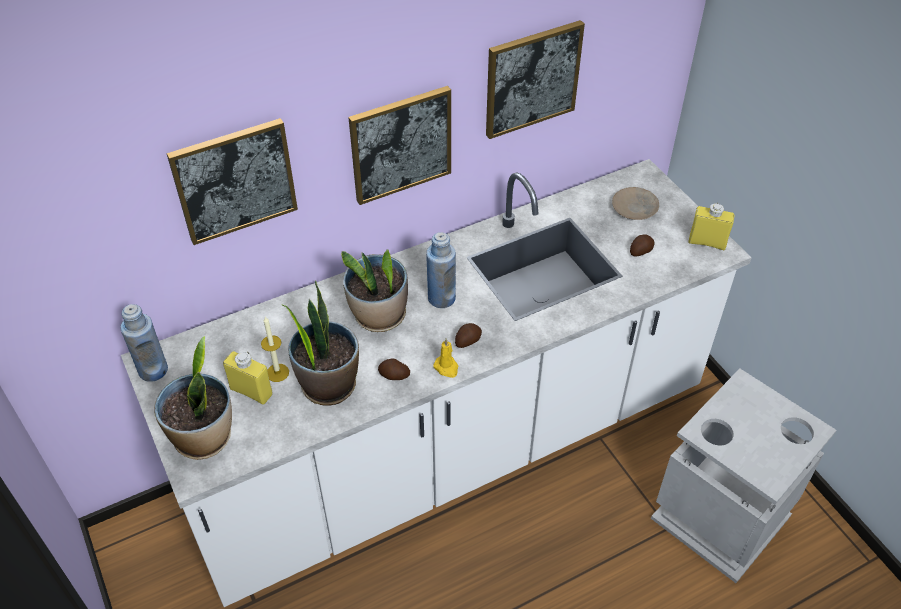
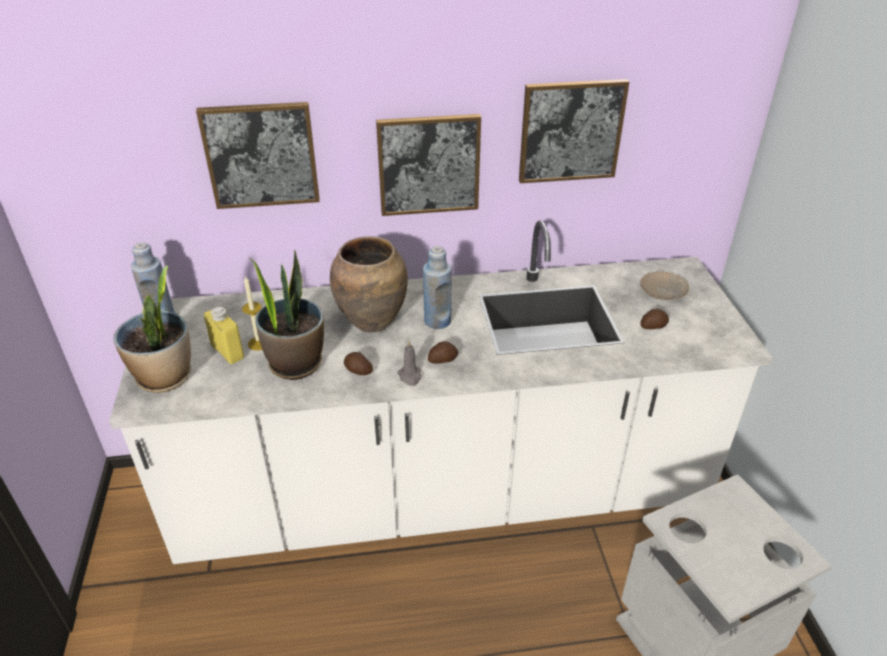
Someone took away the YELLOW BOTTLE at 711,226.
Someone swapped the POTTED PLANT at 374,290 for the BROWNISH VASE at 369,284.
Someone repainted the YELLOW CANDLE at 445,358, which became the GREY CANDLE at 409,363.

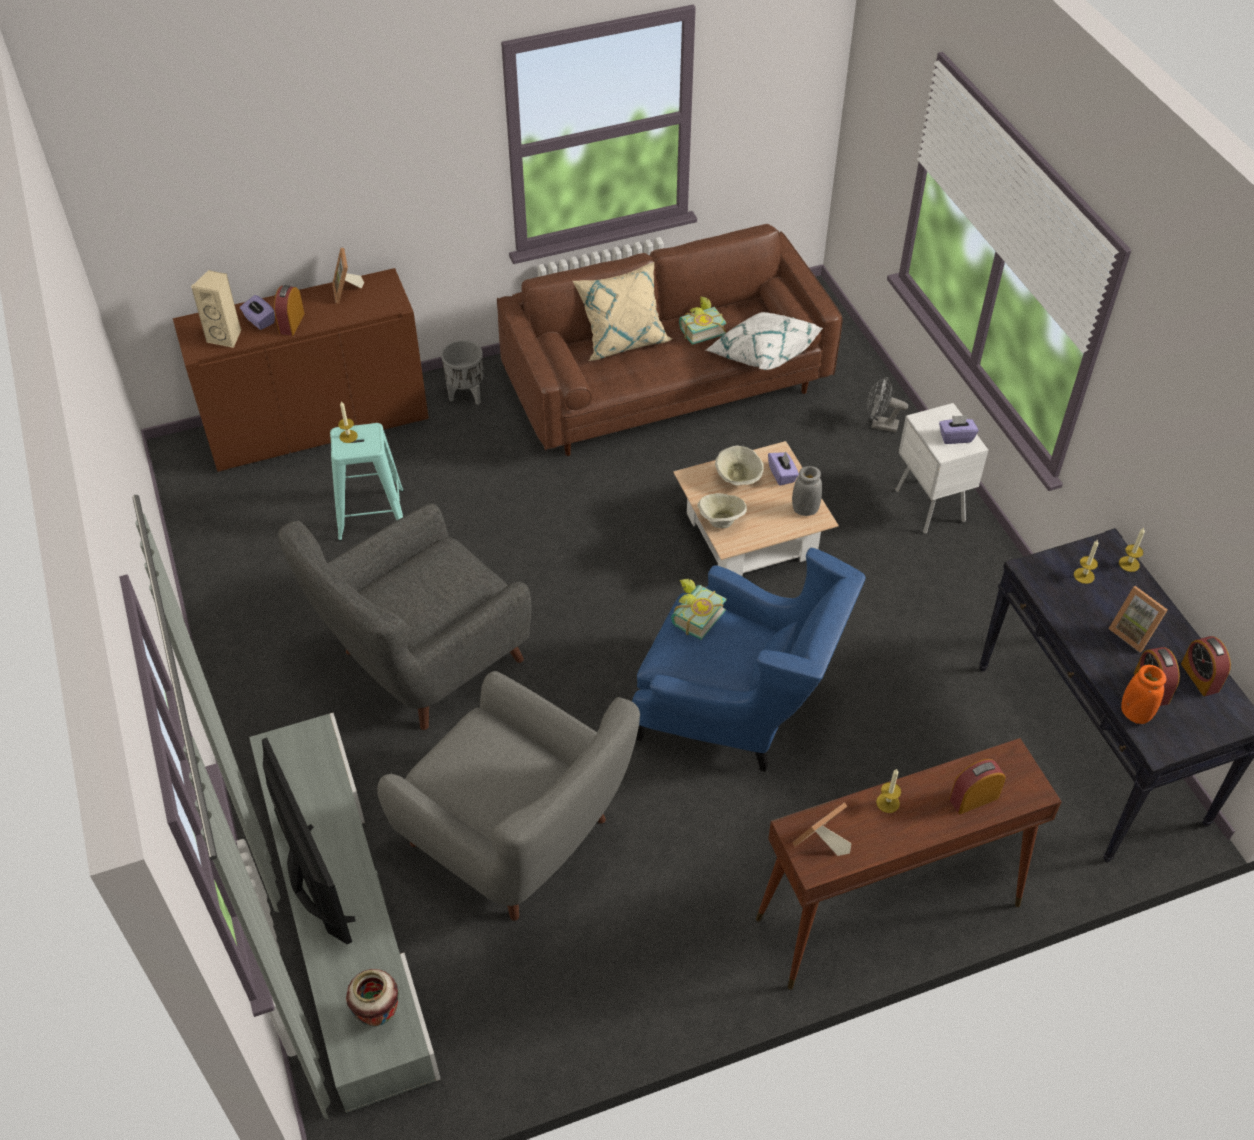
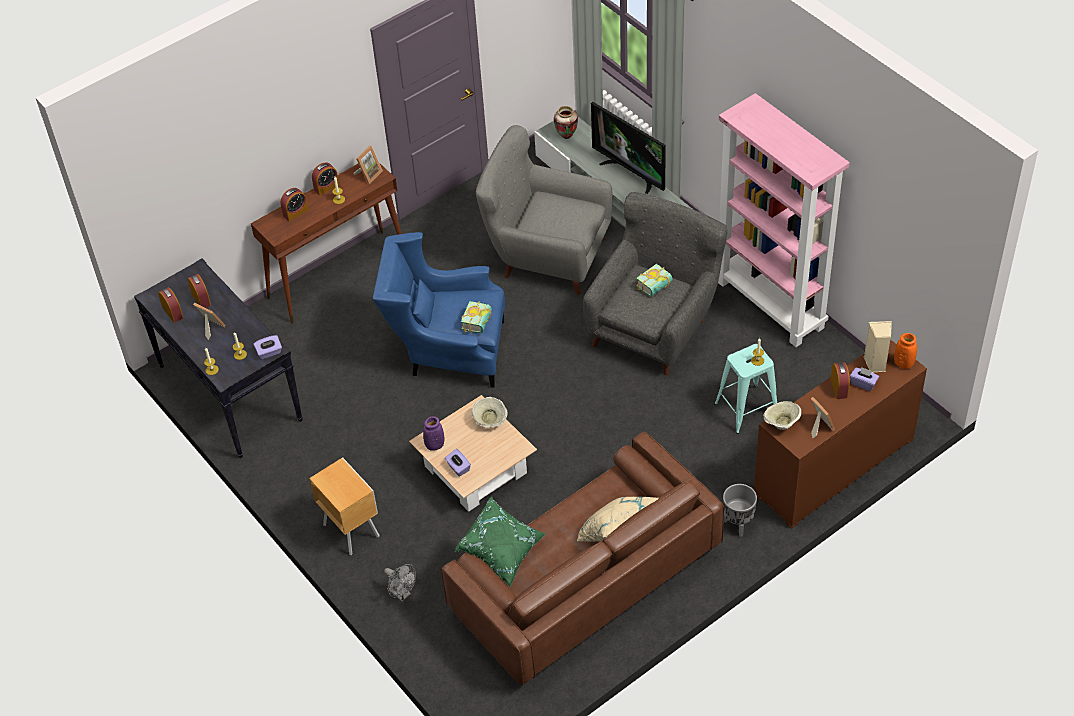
Someone put down the ALARM CLOCK at 325,178.
Someone put down the PINKISH SHELVING UNIT at 784,220.
Someone carried the VOLUME from 702,321 to 654,280.
Someone carried the SAND-COLOURED SERVING BOWL from 739,466 to 782,415.
Someone carried the PURPLISH TISSUE HOLDER from 958,429 to 268,347.
Someone carried the ORANGEY VASE from 1143,694 to 905,351.
Someone repainted the WHITE-COLOURED THROW PILLOW at 764,341, which became the GREENISH THROW PILLOW at 500,541.
Someone repainted the GREY VASE at 807,491, which became the PURPLISH VASE at 433,434.
Someone repainted the WHITE-COLOURED NIGHTSTAND at 942,468, which became the BROWNISH NIGHTSTAND at 344,506.
Someone rotated the GREY ELECTRIC FAN at 887,404 by 45 degrees clockwise.

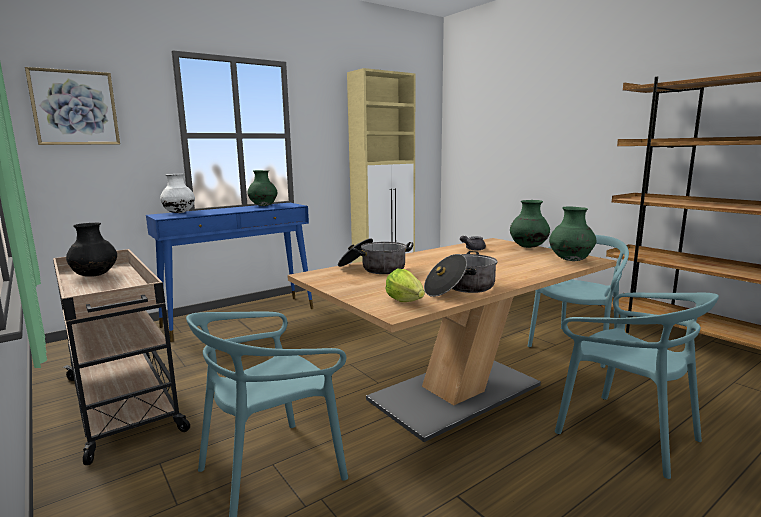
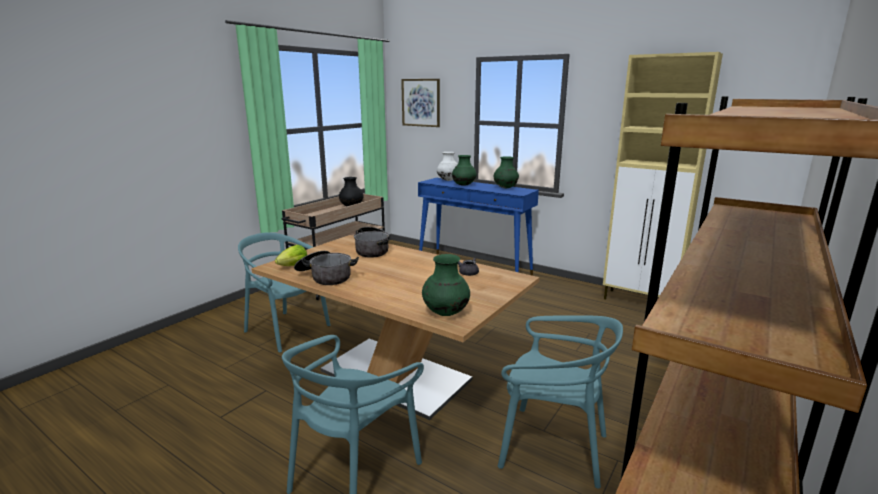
Someone carried the GREENISH VASE from 530,224 to 464,170.

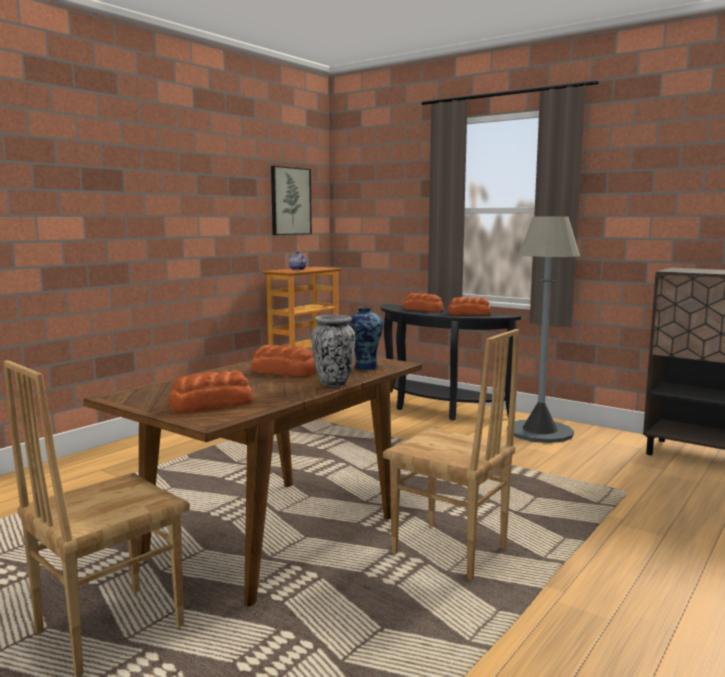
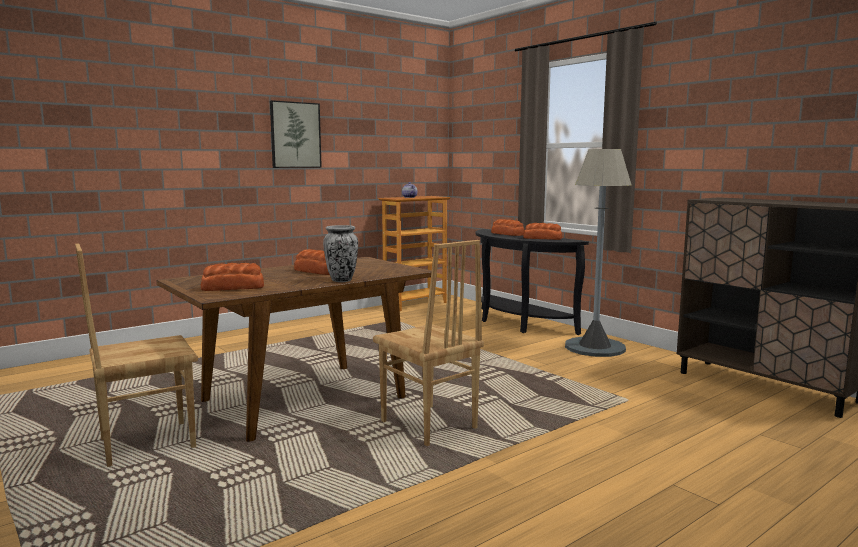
Someone took away the VASE at 366,338.
Someone carried the WALL ART from 291,200 to 296,134.

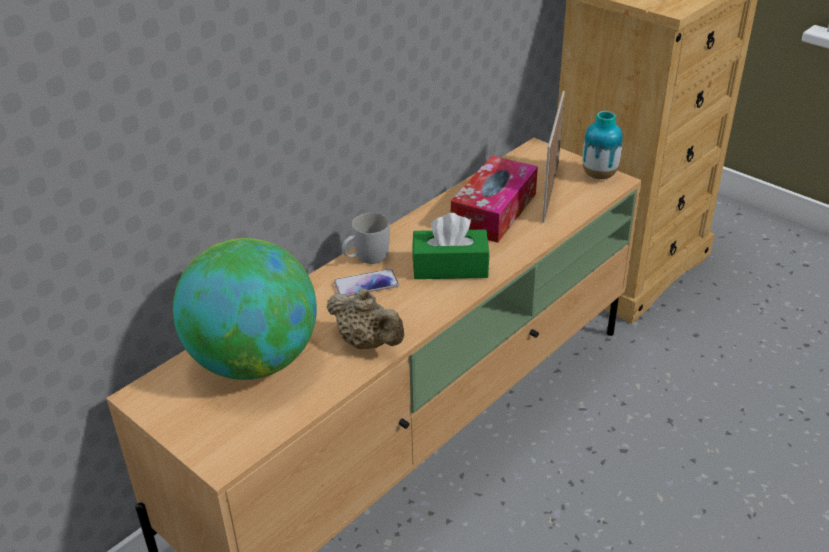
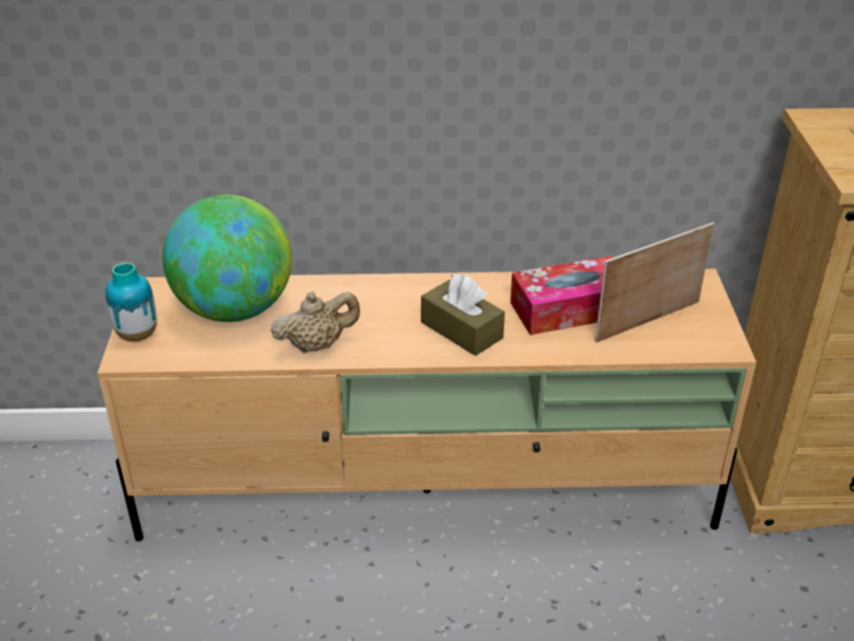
Someone took away the PHONE at 366,282.
Someone took away the WHITE-COLOURED COFFEE MUG at 366,238.
Someone carried the VASE from 603,145 to 131,301.
Someone repainted the GREENISH TISSUE HOLDER at 451,246, which became the BROWNISH TISSUE HOLDER at 463,315.
Someone rotated the SAND-COLOURED TEA POT at 365,318 by 105 degrees counterclockwise.

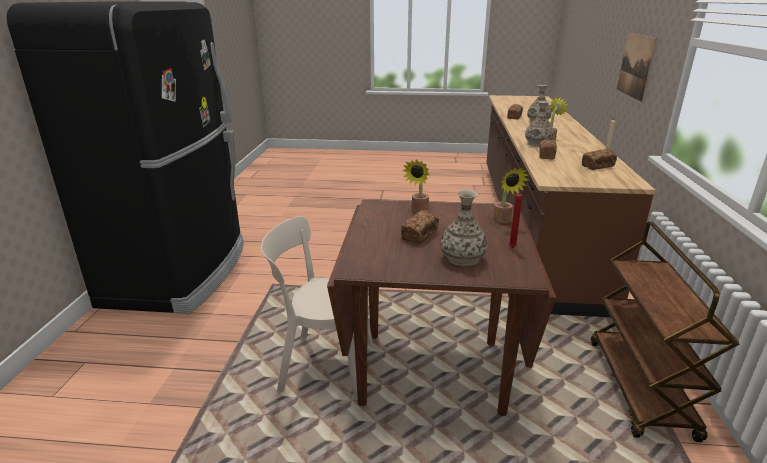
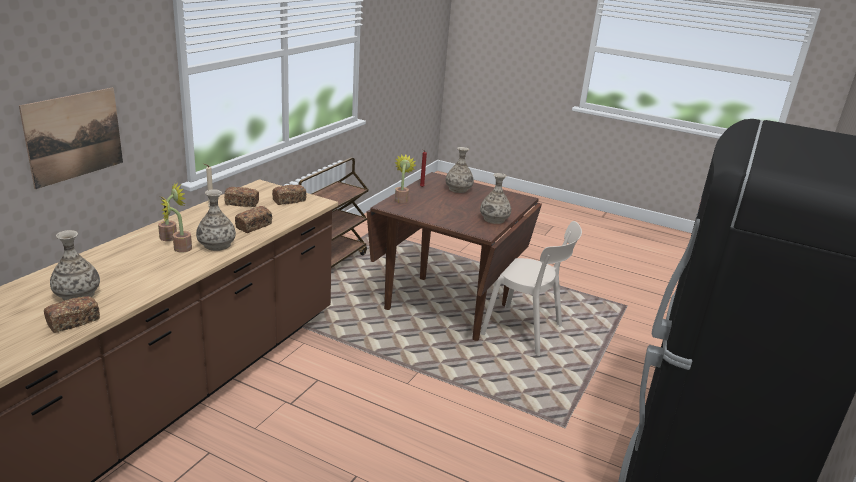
Someone put down the VASE at 495,198.
Someone carried the BAKERY BREAD from 420,227 to 289,195.
Someone carried the POTTED PLANT from 416,186 to 172,211.

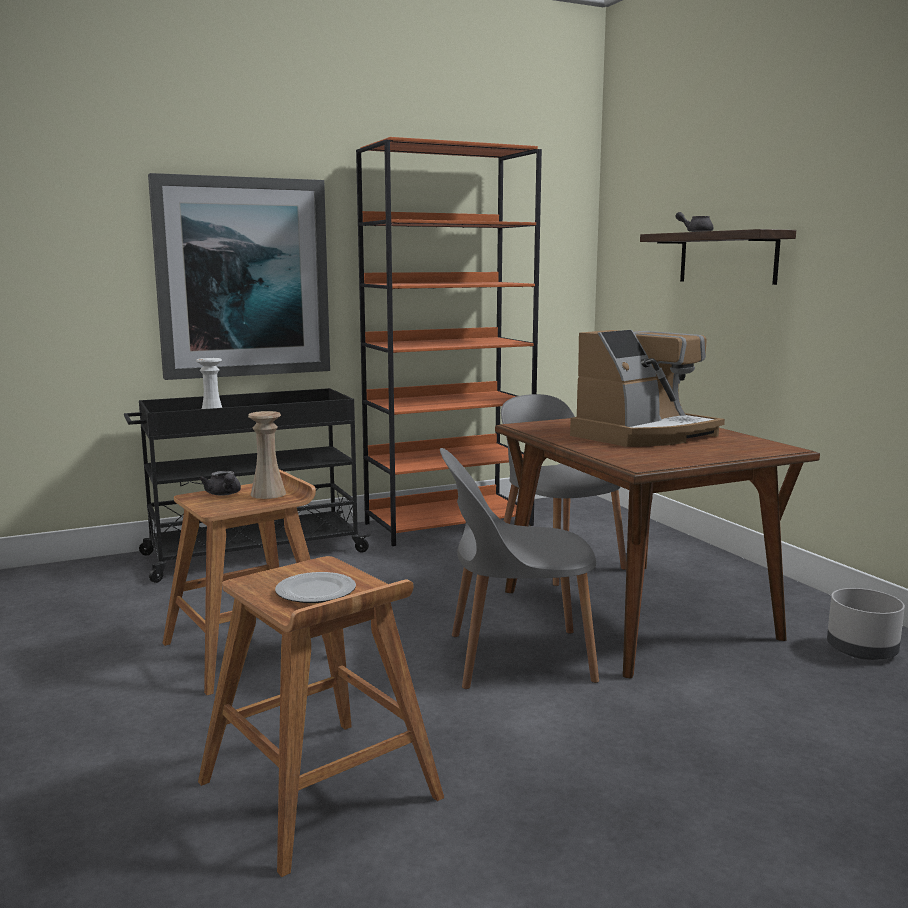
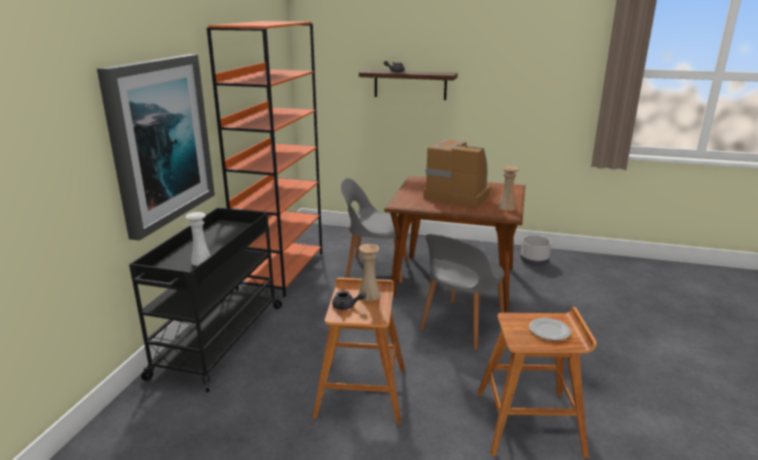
Someone put down the SAND-COLOURED VASE at 508,188.
Someone rotated the COFFEE MAKER at 647,388 by 60 degrees counterclockwise.

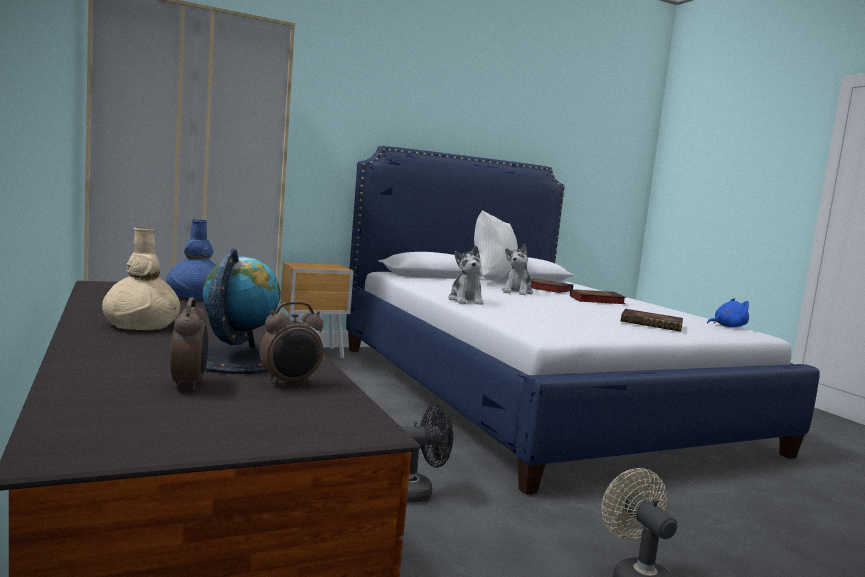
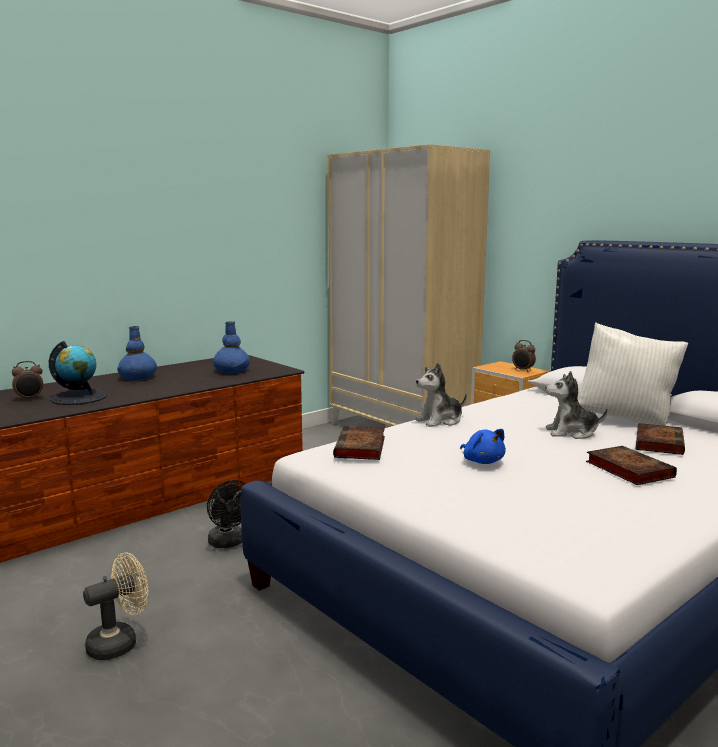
Someone carried the ALARM CLOCK from 291,344 to 524,356.
Someone carried the VOLUME from 652,320 to 359,443.
Someone carried the BLUE-COLOURED PLUSH TOY from 728,312 to 483,446.
Someone repainted the SAND-COLOURED VASE at 141,279, which became the BLUE-COLOURED VASE at 137,353.

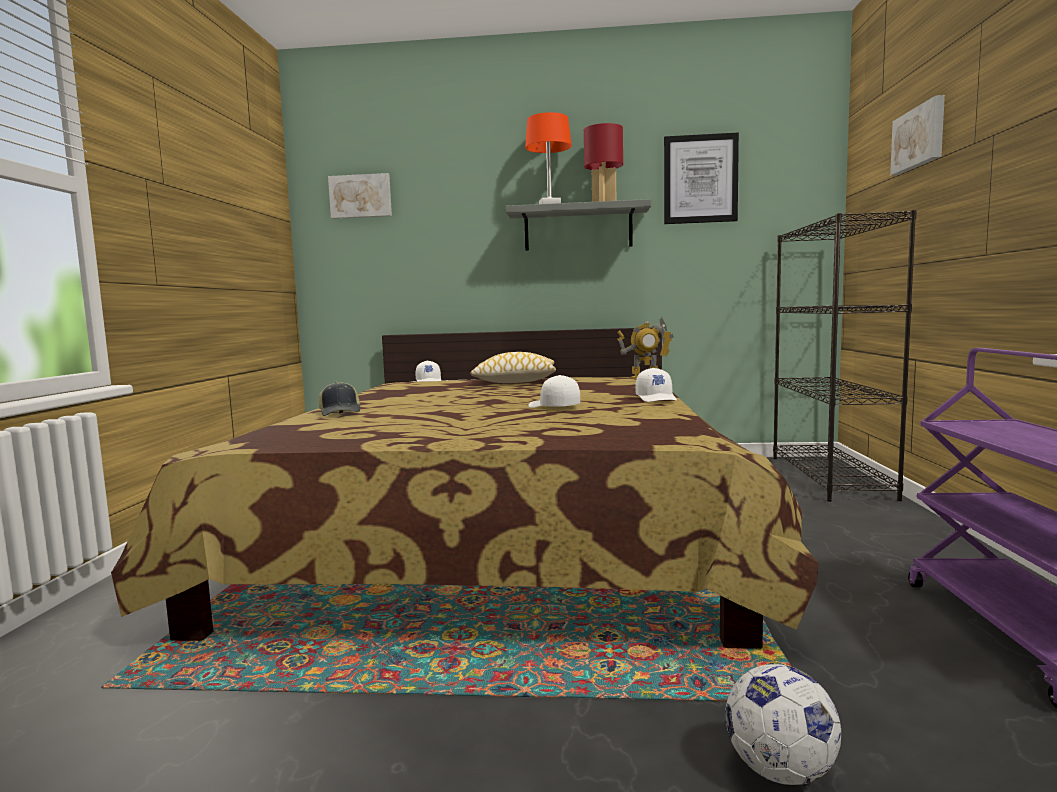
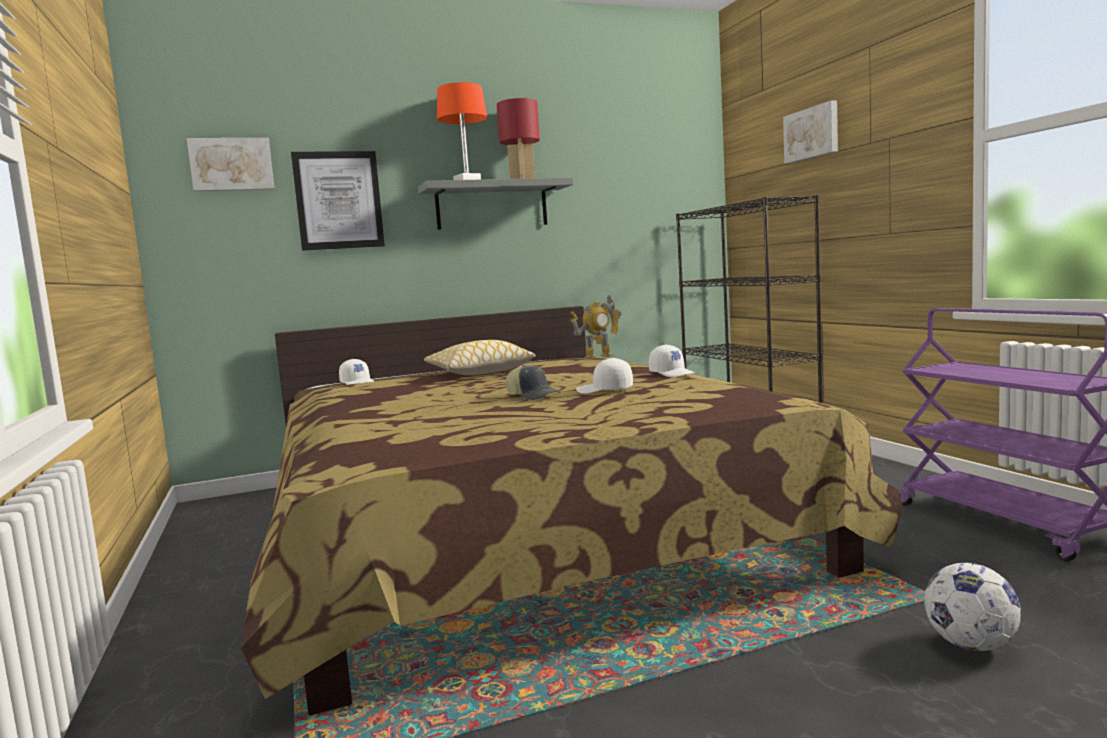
Someone carried the BASEBALL CAP from 339,398 to 533,382.
Someone carried the WALL ART from 701,178 to 338,201.

